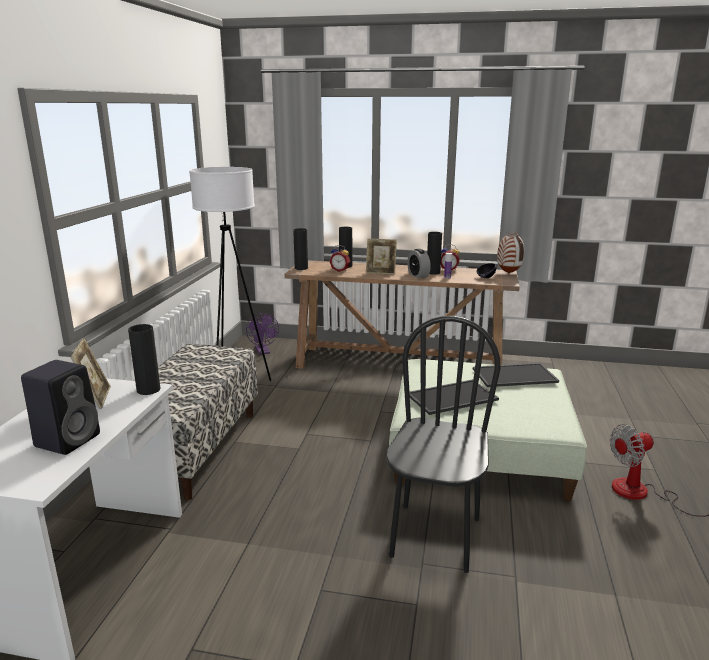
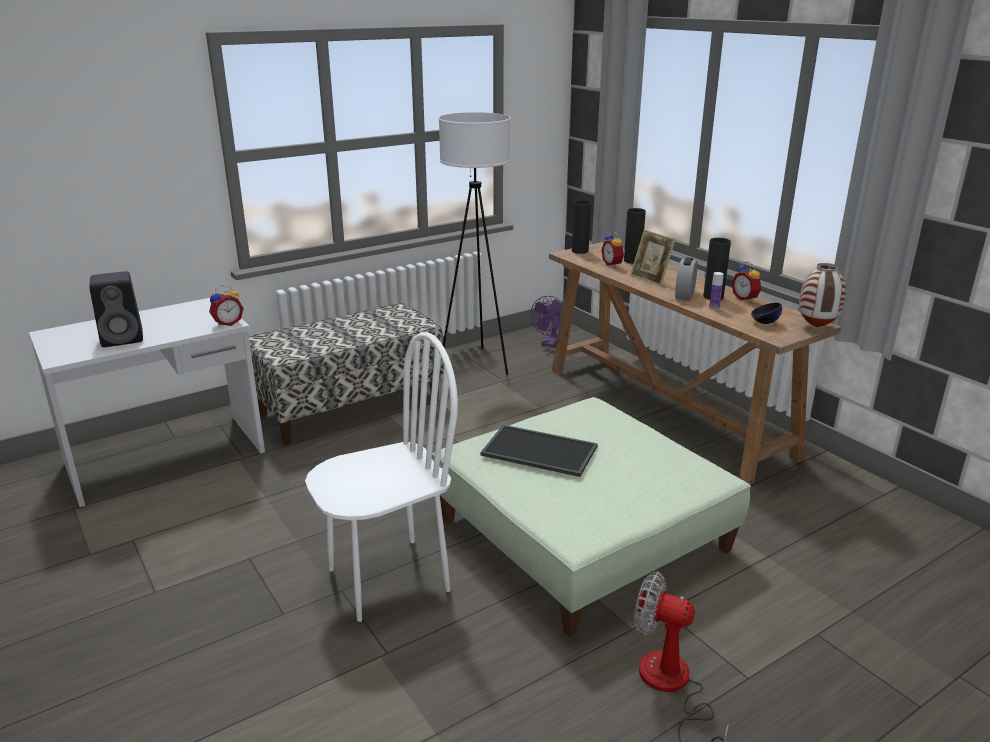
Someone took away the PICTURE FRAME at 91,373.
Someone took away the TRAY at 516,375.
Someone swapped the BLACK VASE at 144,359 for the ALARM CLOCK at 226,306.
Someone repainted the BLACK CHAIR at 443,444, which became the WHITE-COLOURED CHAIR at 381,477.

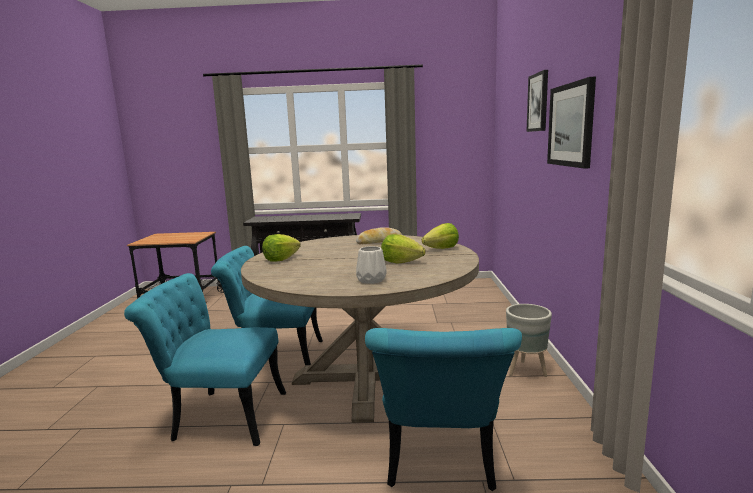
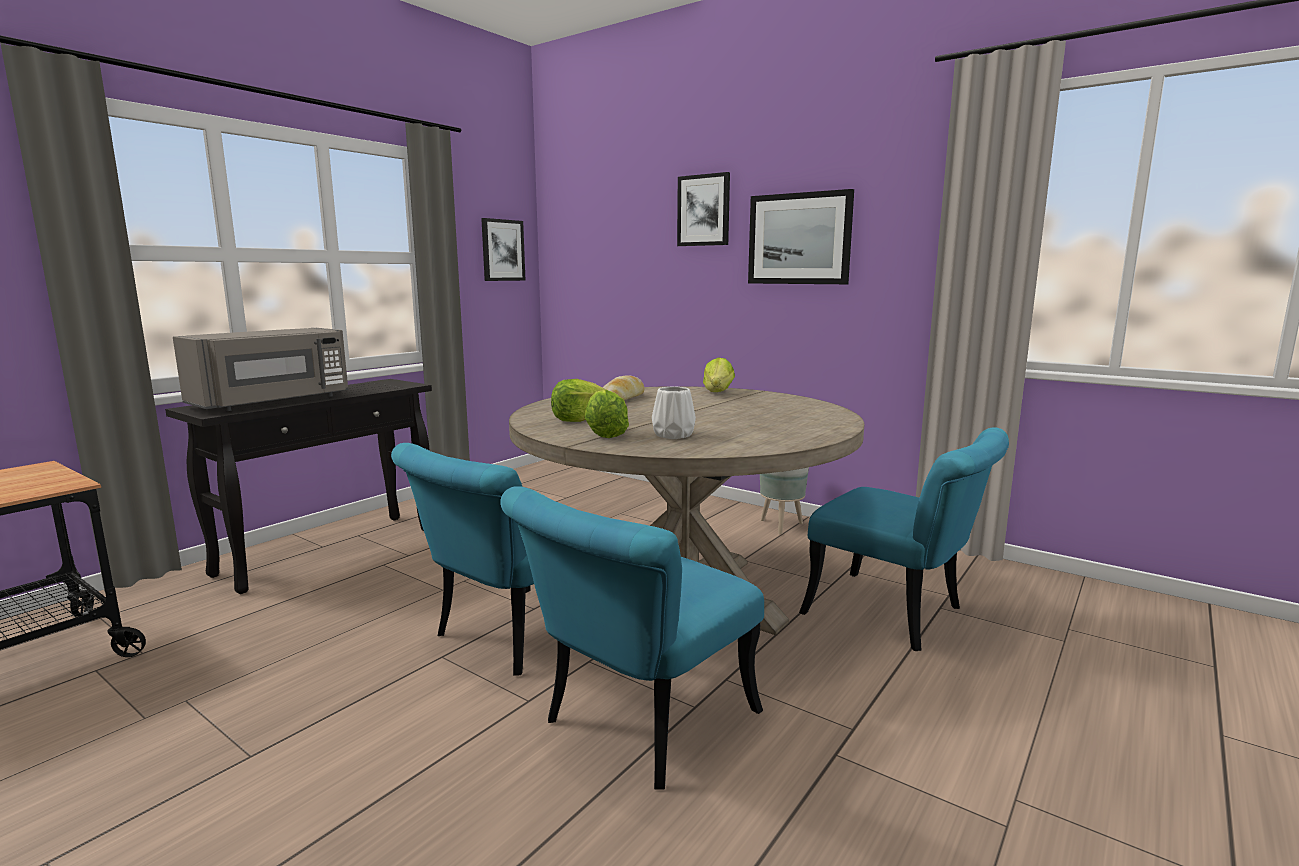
Someone put down the GREY MICROWAVE OVEN at 260,369.
Someone put up the WALL ART at 503,249.
Someone carried the WHITE-COLOURED VASE from 371,265 to 674,412.
Someone carried the LETTUCE HEAD from 403,249 to 578,400.

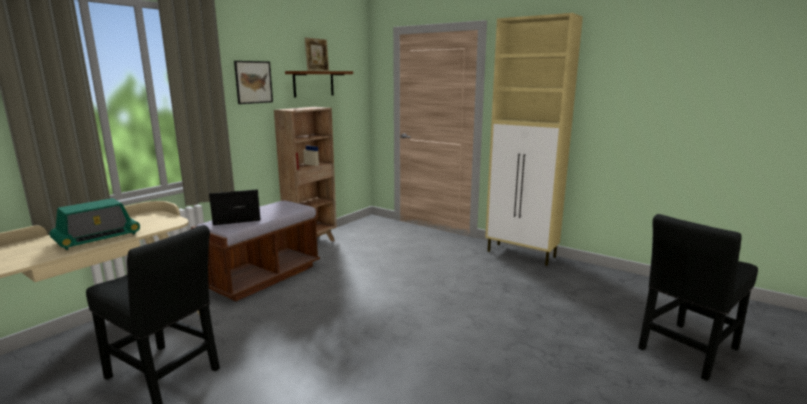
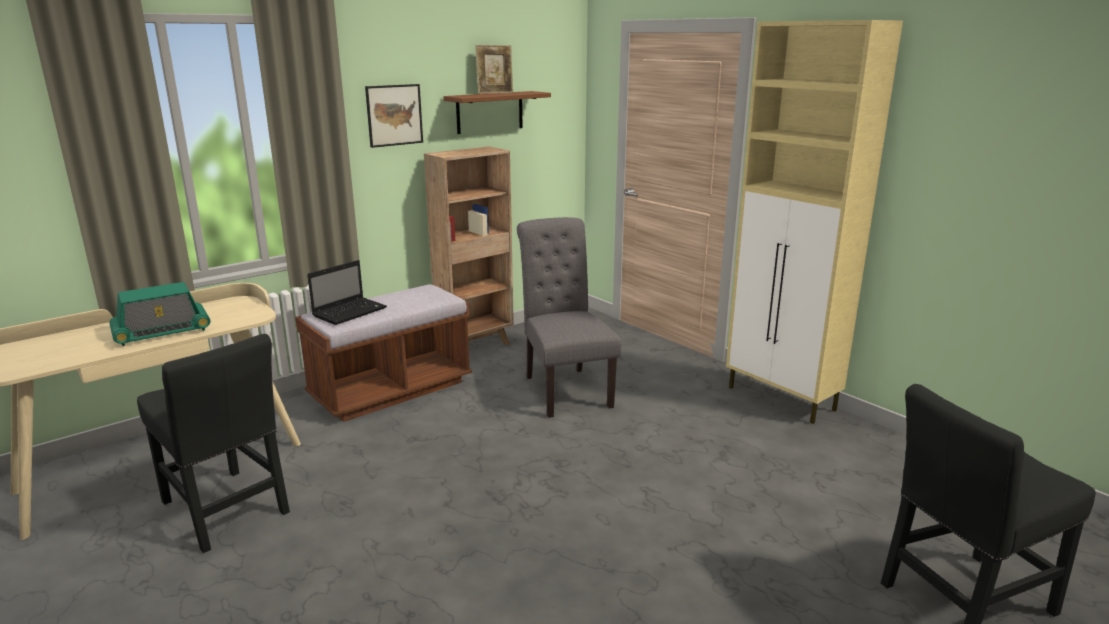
Someone put down the GREY CHAIR at 569,317.
Someone rotated the LAPTOP at 235,207 by 135 degrees clockwise.

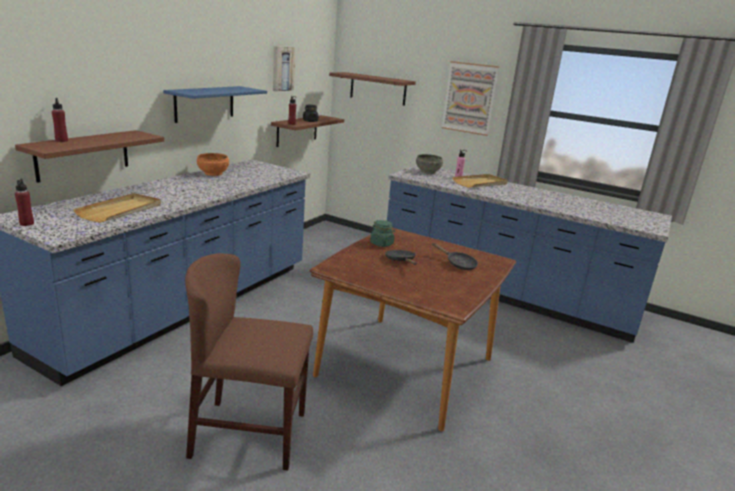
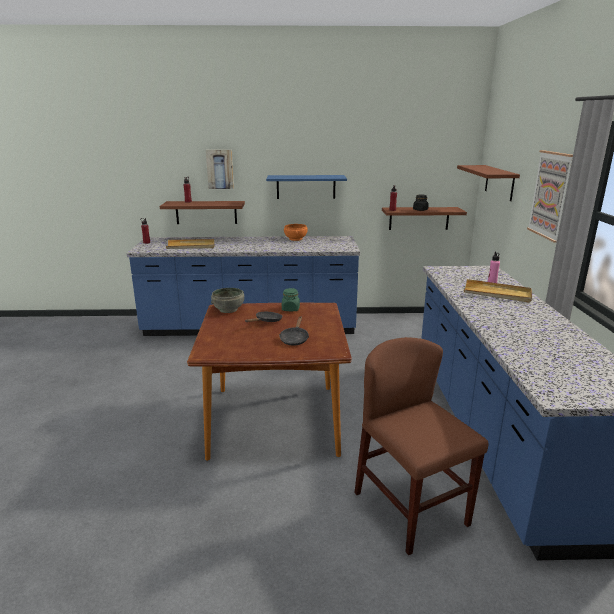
Someone carried the BROWNISH CHAIR from 249,361 to 421,446.
Someone carried the WALL ART from 284,69 to 220,169.
Someone carried the GREY SERVING BOWL from 429,164 to 227,300.

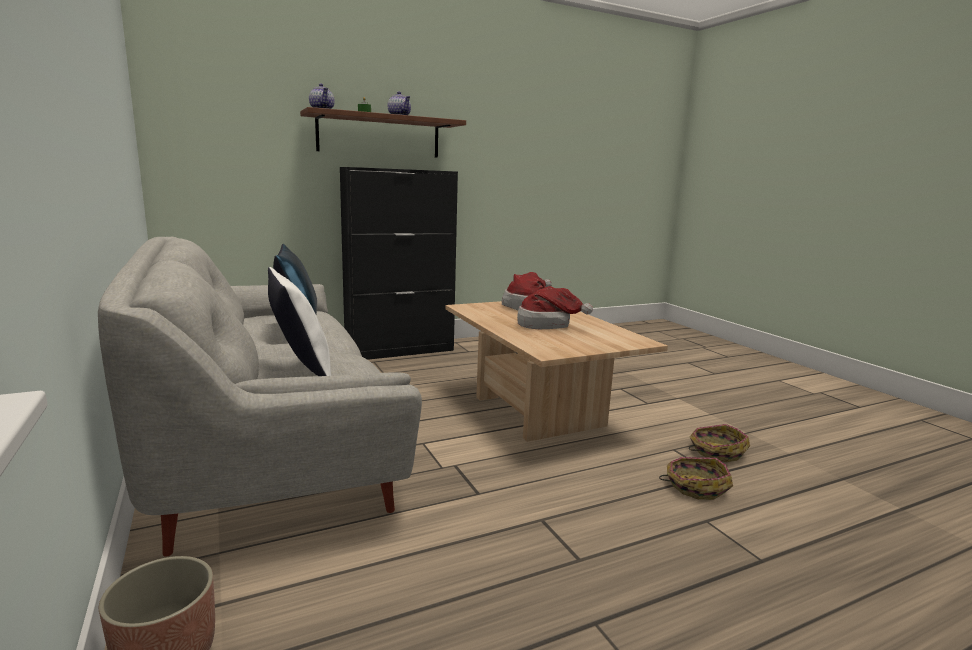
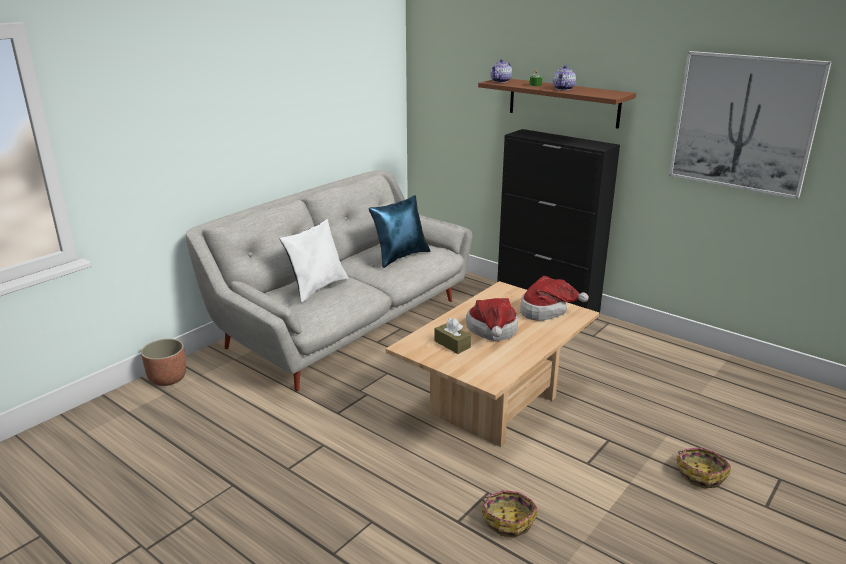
Someone put down the BROWNISH TISSUE HOLDER at 453,336.
Someone put up the WALL ART at 750,125.
Someone carried the HOUSEHOLD BASKET from 696,478 to 703,468.

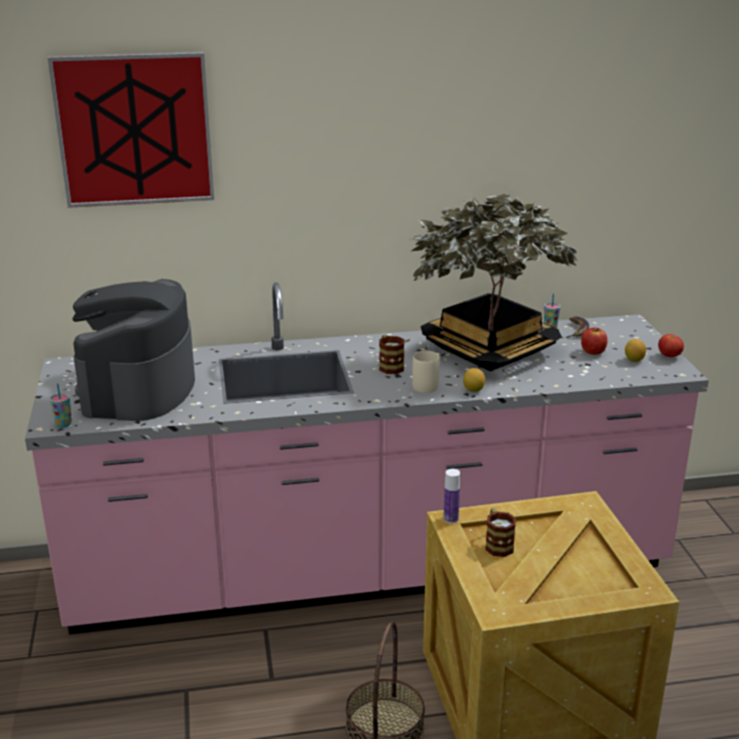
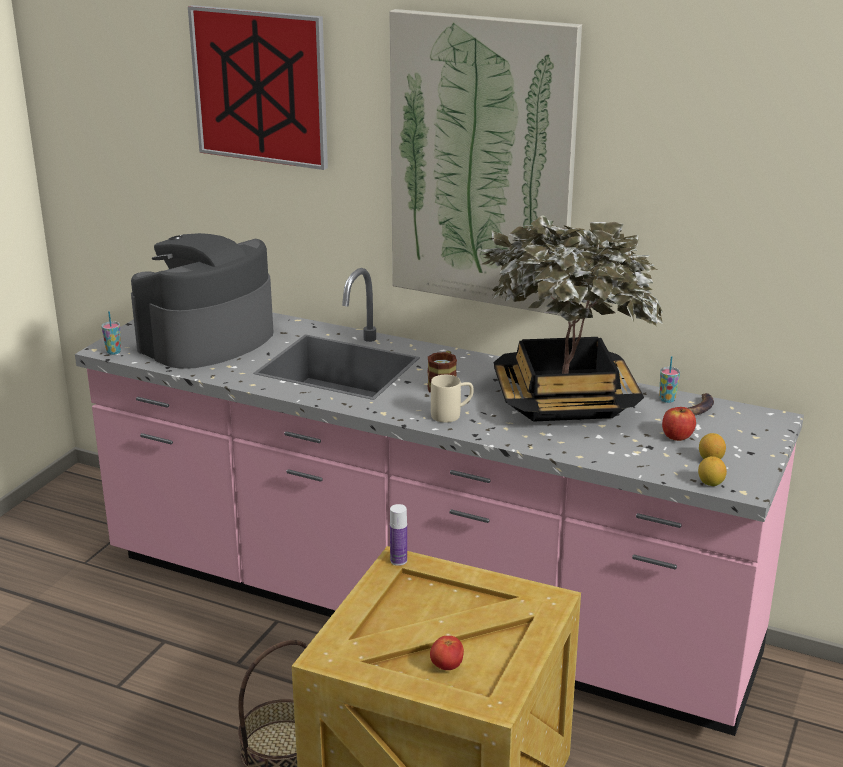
Someone took away the COFFEE MUG at 500,532.
Someone put up the WALL ART at 485,162.
Someone carried the LEMON from 474,380 to 712,471.
Someone carried the WHOLE TOMATO from 671,345 to 447,653.

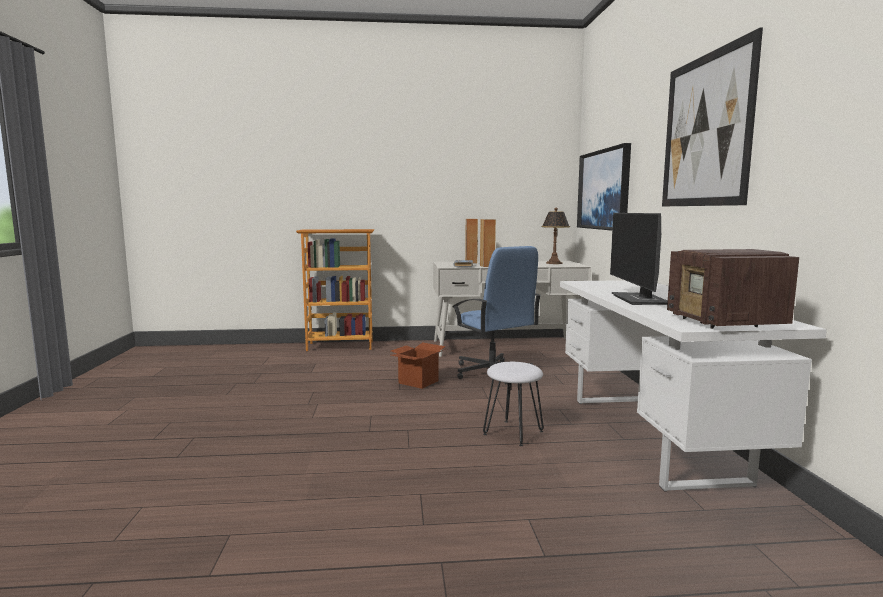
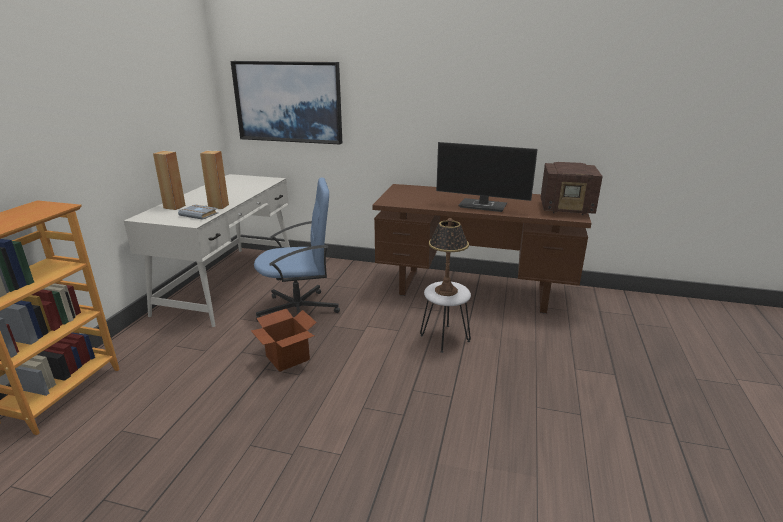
Someone took away the WALL ART at 712,116.
Someone carried the TABLETOP LAMP from 555,236 to 449,257.
Someone repainted the WHITE-COLOURED DESK UNIT at 693,386, which became the BROWNISH DESK UNIT at 481,249.

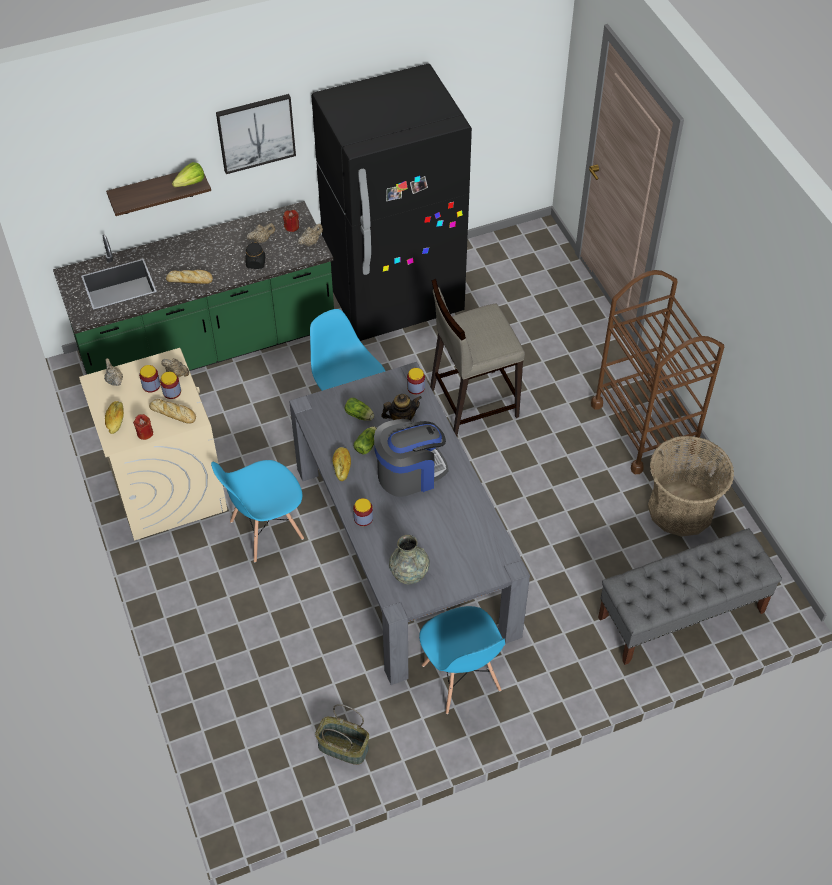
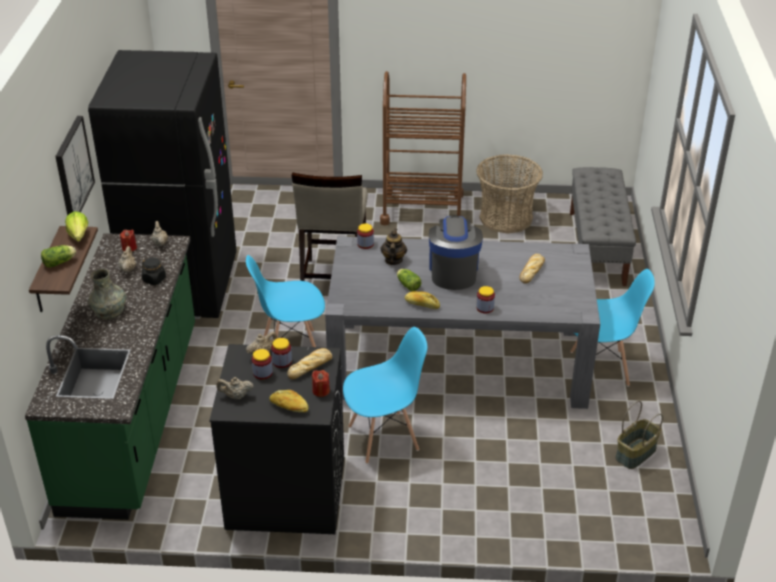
Someone carried the BAKERY BREAD from 189,277 to 532,269.
Someone carried the LETTUCE HEAD from 359,409 to 58,256.
Someone carried the GREY VASE from 409,559 to 107,294.
Someone repainted the SAND-COLOURED LAUNDRY APPLIANCE at 153,444, which became the BLACK LAUNDRY APPLIANCE at 276,439.
Someone rotated the BLUE-COLOURED CHAIR at 257,511 by 105 degrees counterclockwise.

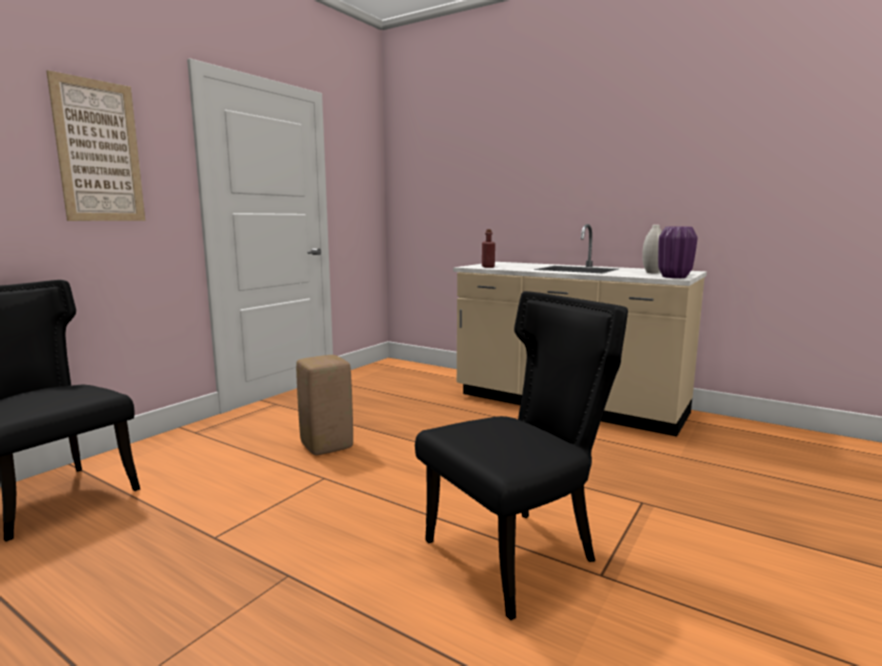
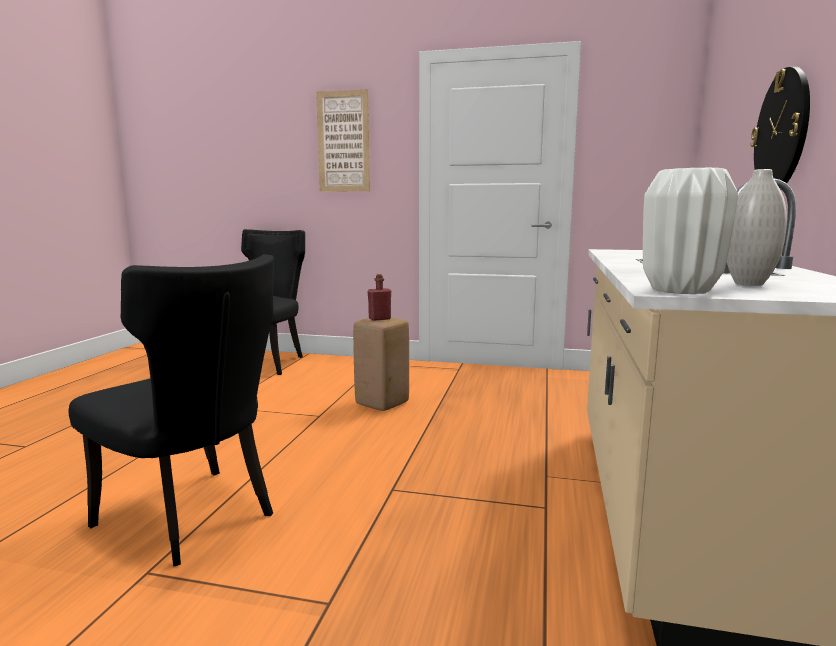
Someone put up the CLOCK ON THE WALL at 780,128.
Someone carried the RED BOTTLE from 488,248 to 379,297.
Someone repainted the PURPLISH VASE at 678,252, which became the WHITE-COLOURED VASE at 690,231.

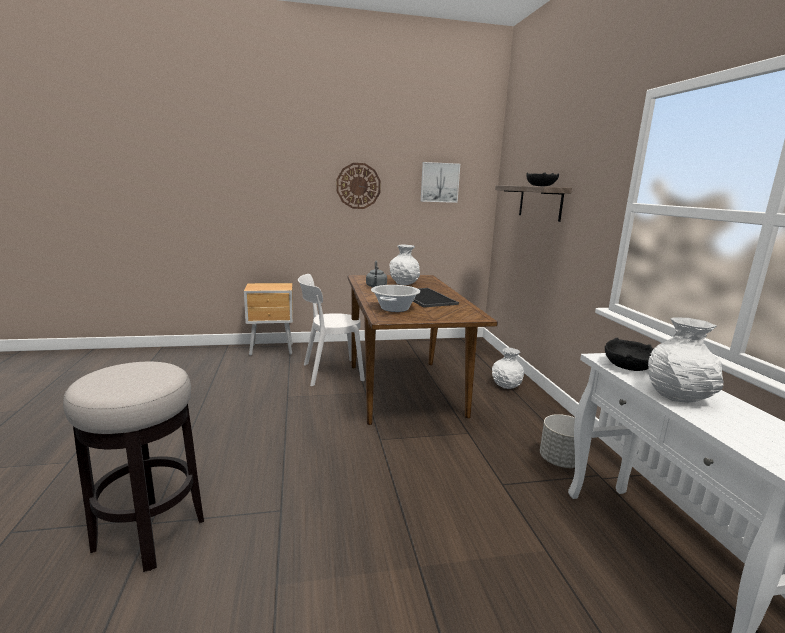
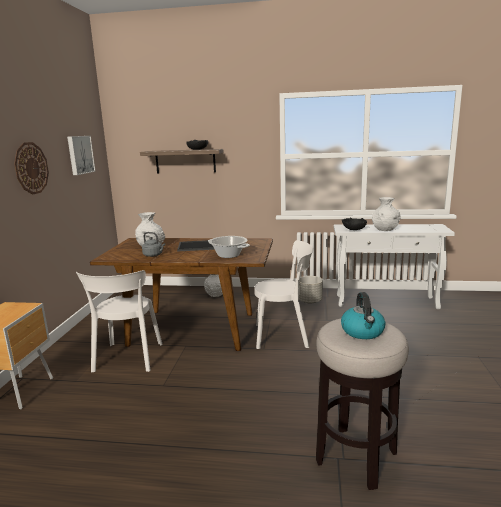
Someone put down the WHITE-COLOURED CHAIR at 284,294.
Someone put down the TEA KETTLE at 363,315.

